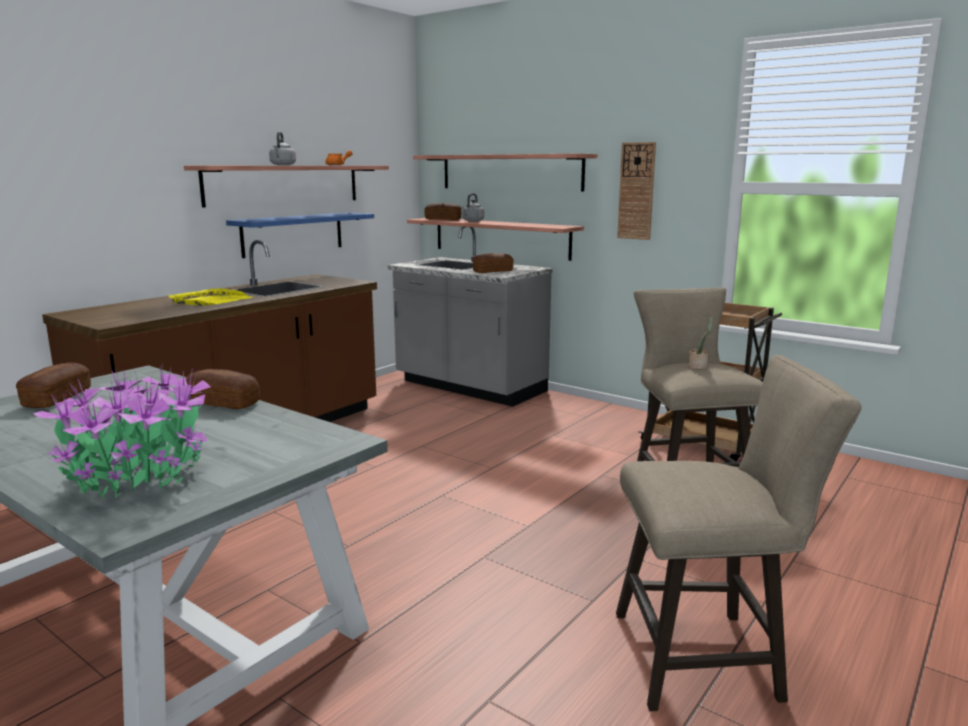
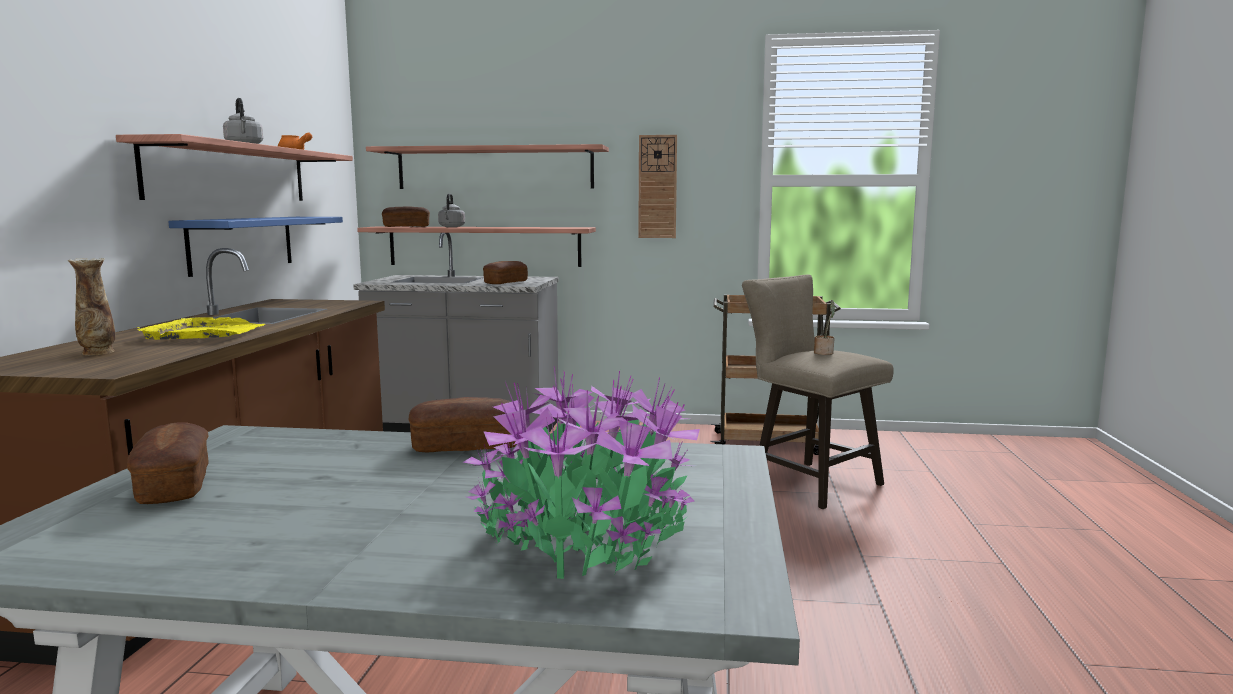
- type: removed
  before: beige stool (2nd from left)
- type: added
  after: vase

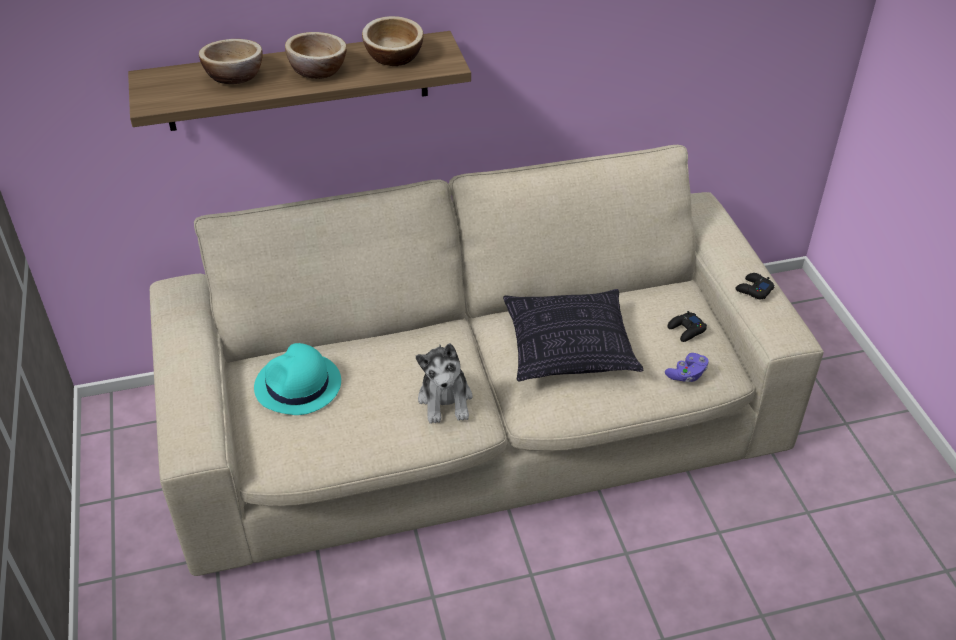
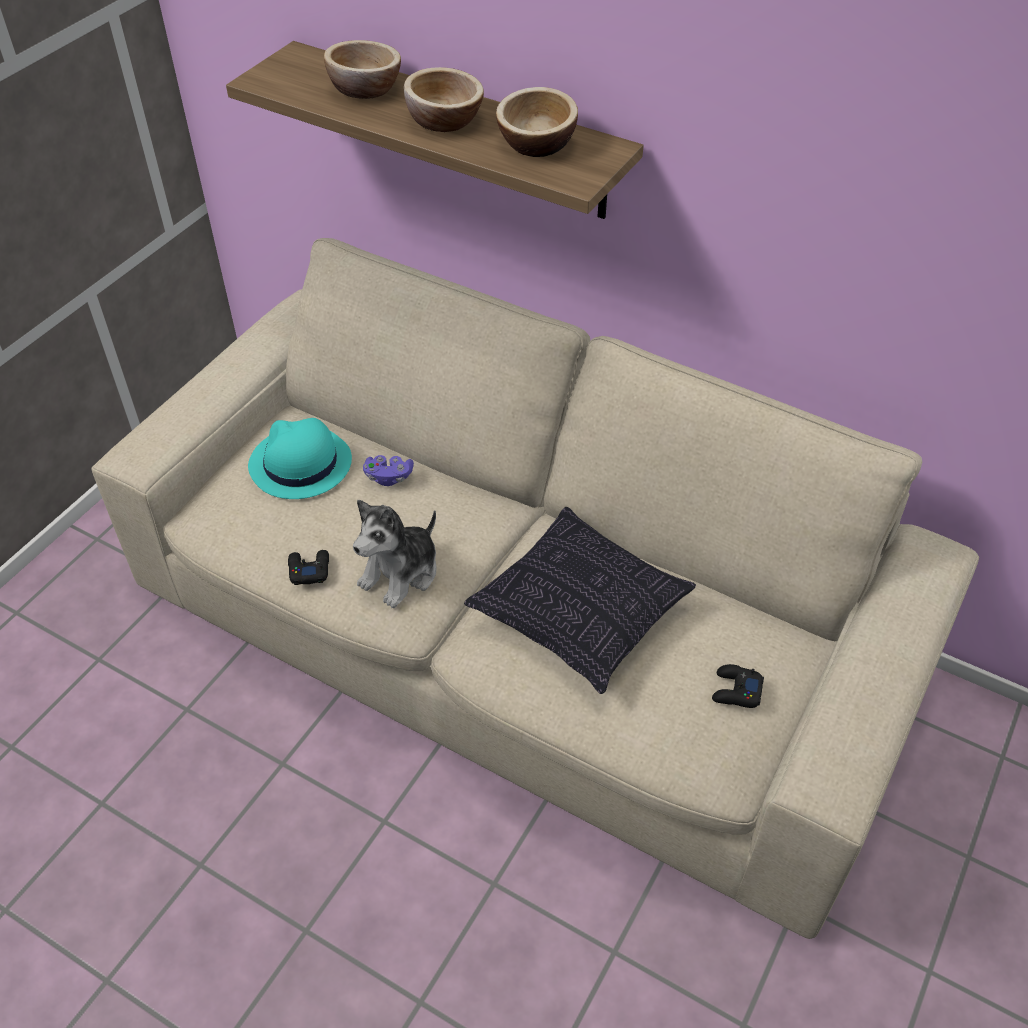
- type: moved
  before: purple game controller
- type: moved
  before: black game controller (2nd from left in the first image)
  after: black game controller (1st from left)

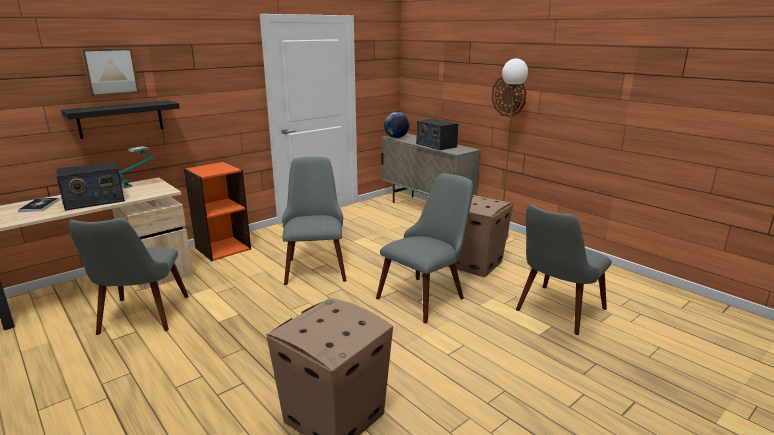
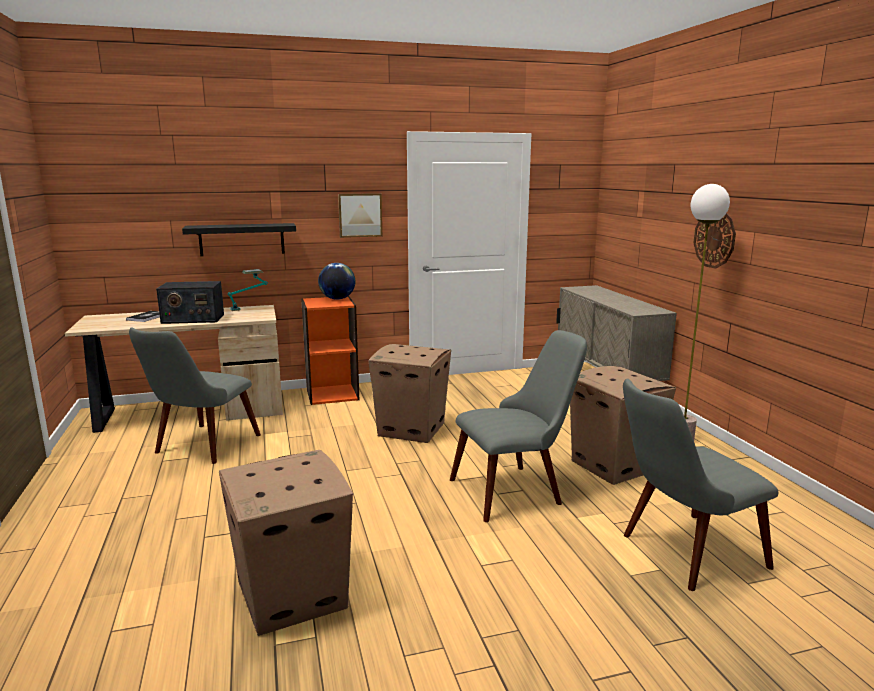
- type: removed
  before: radio (2nd from left)
- type: moved
  before: picture
- type: moved
  before: globe
- type: replaced
  before: grey chair (2nd from left)
  after: cardboard box (2nd from left)

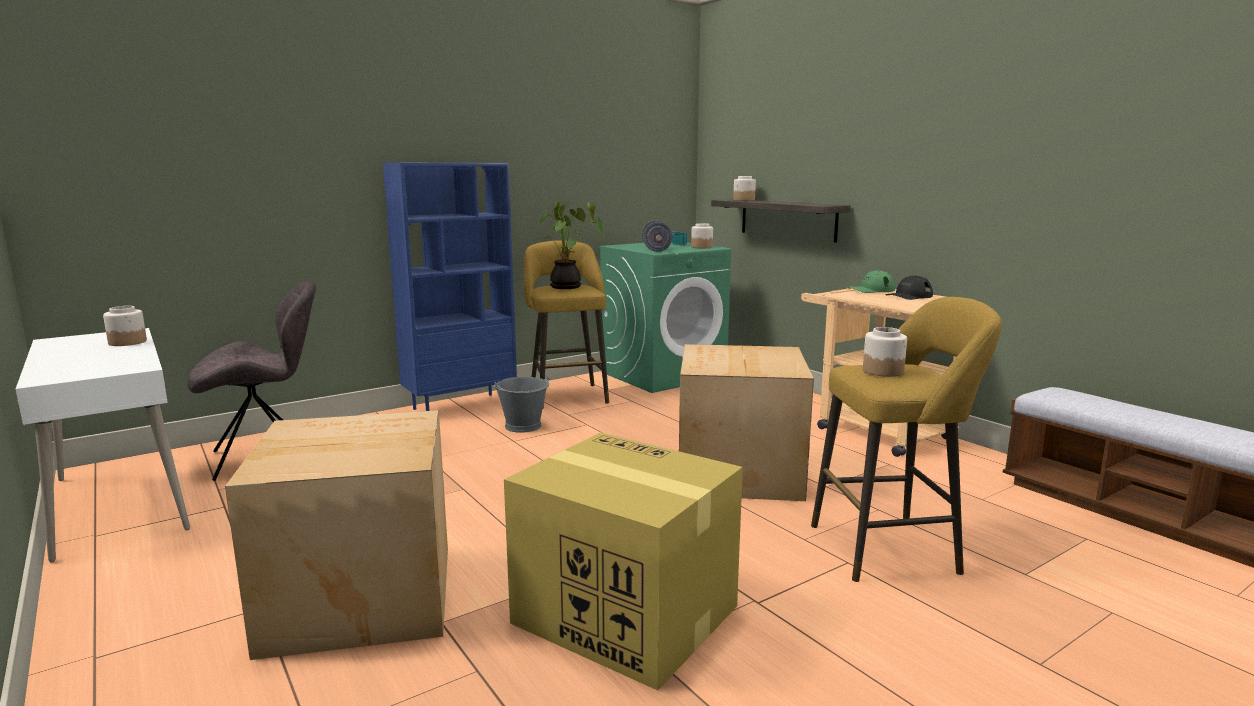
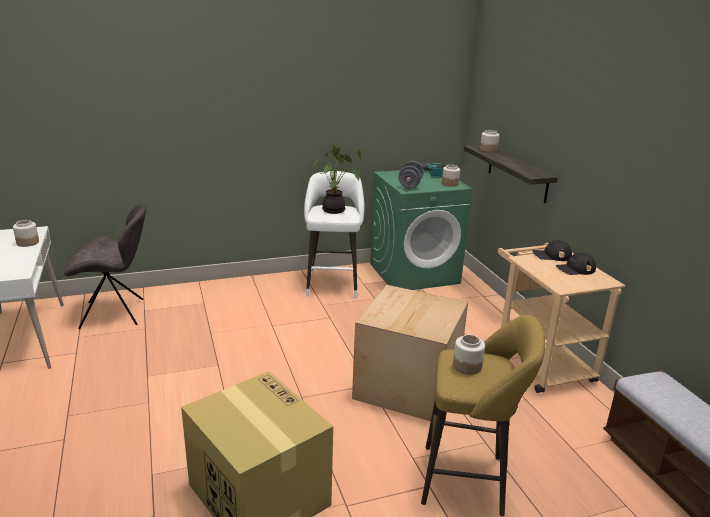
- type: removed
  before: cardboard box (1st from left)
- type: removed
  before: blue bookcase
- type: removed
  before: grey bucket
- type: recoloured
  before: yellow stool (1st from left)
  after: white stool
- type: recoloured
  before: green cap
  after: black cap (1st from left)

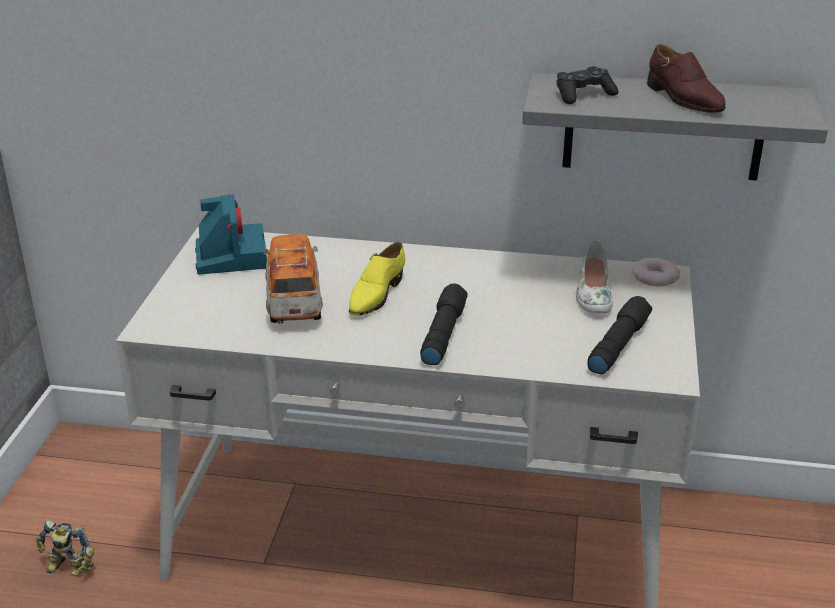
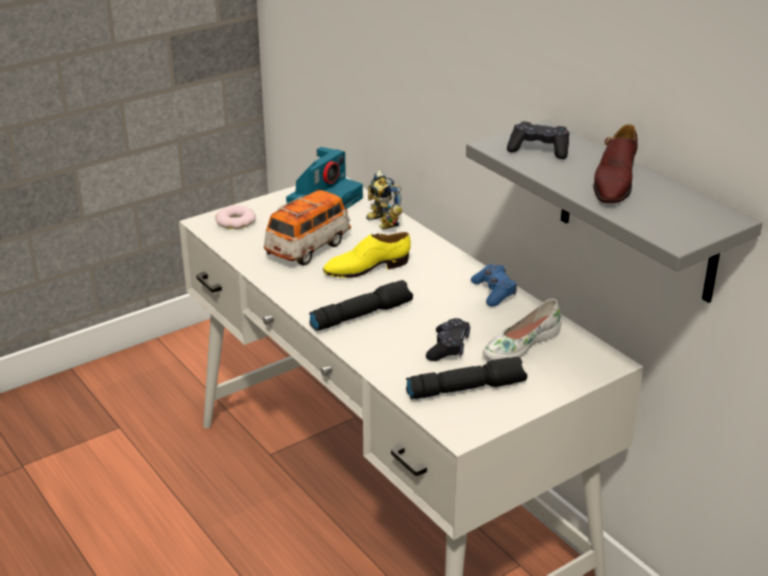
- type: added
  after: black game controller (1st from left)
- type: added
  after: blue game controller
- type: moved
  before: toy robot
- type: moved
  before: donut

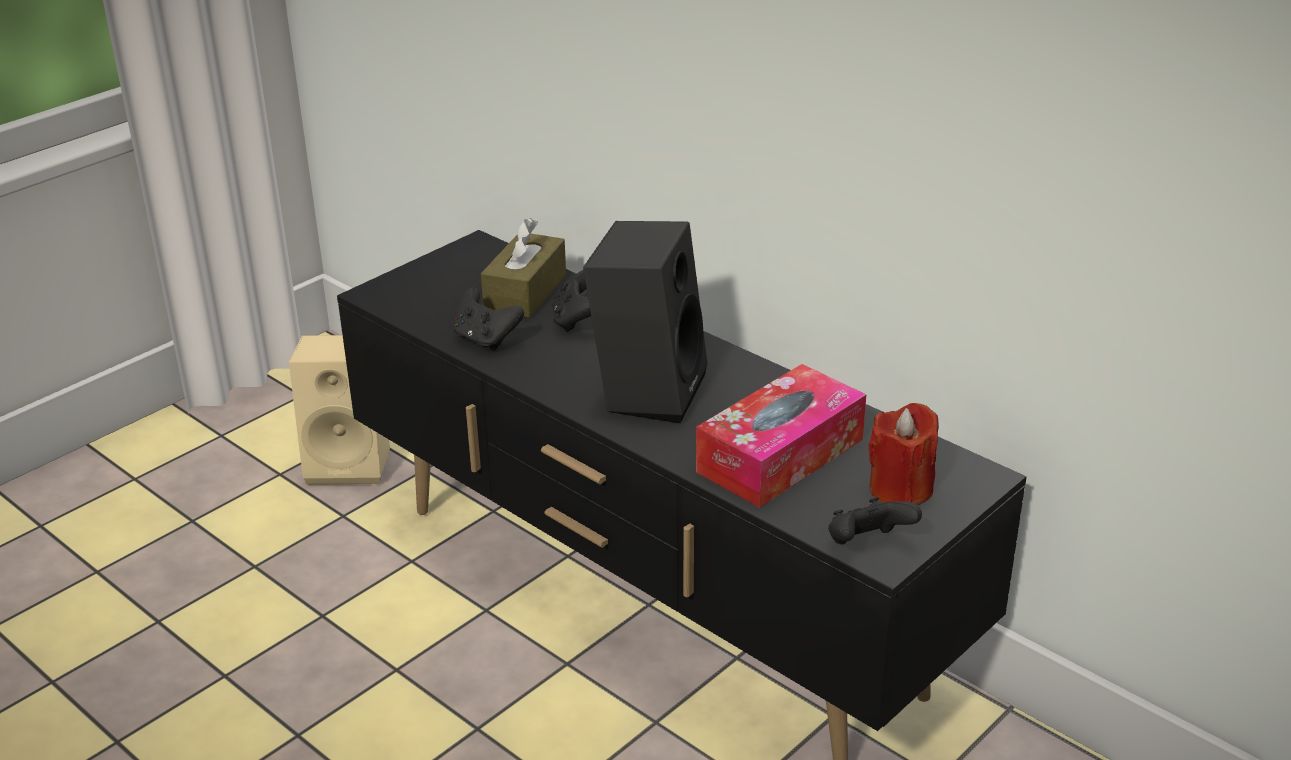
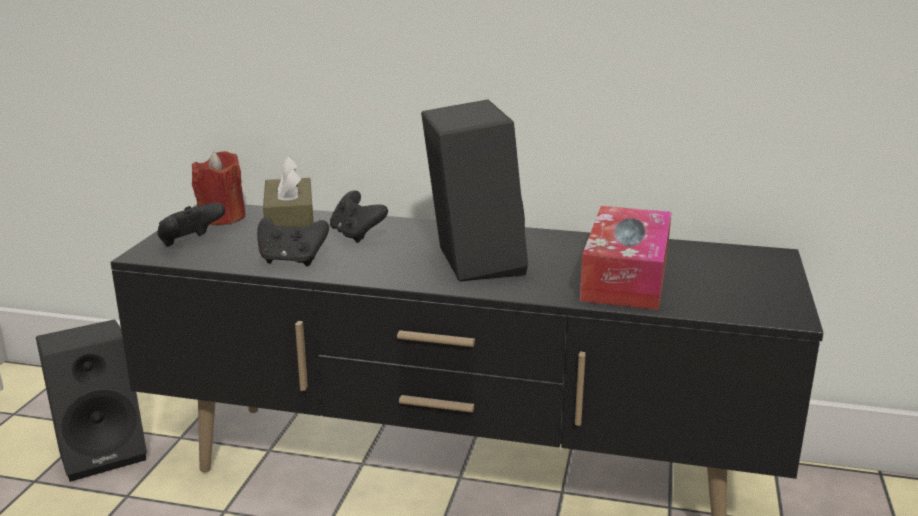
- type: moved
  before: black game controller (3rd from left in the first image)
  after: black game controller (1st from left)
- type: moved
  before: red candle
- type: recoloured
  before: beige speaker
  after: black speaker (1st from left)

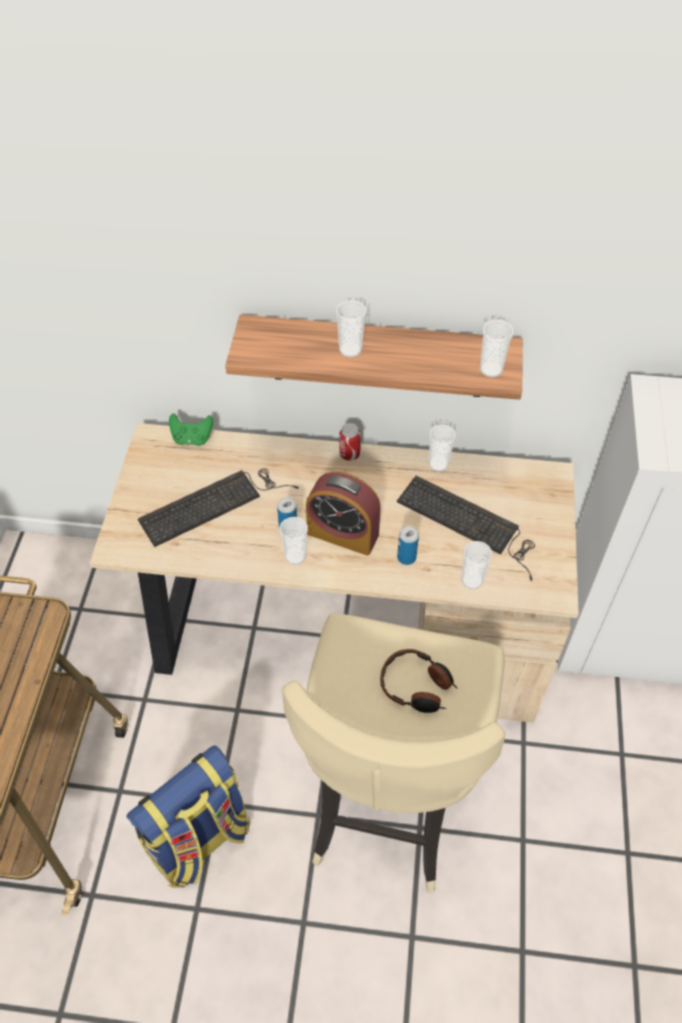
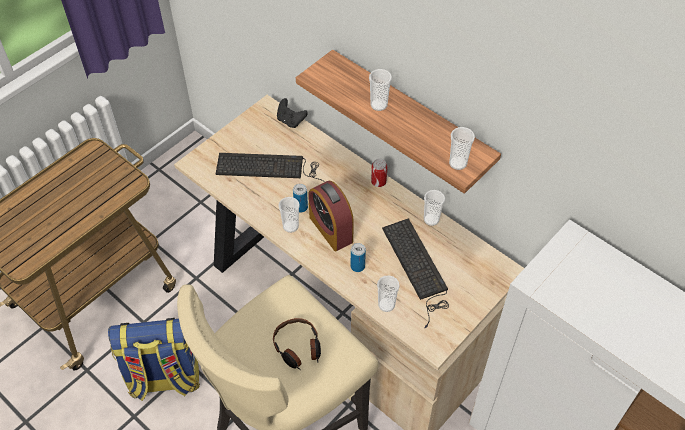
- type: recoloured
  before: green game controller
  after: black game controller

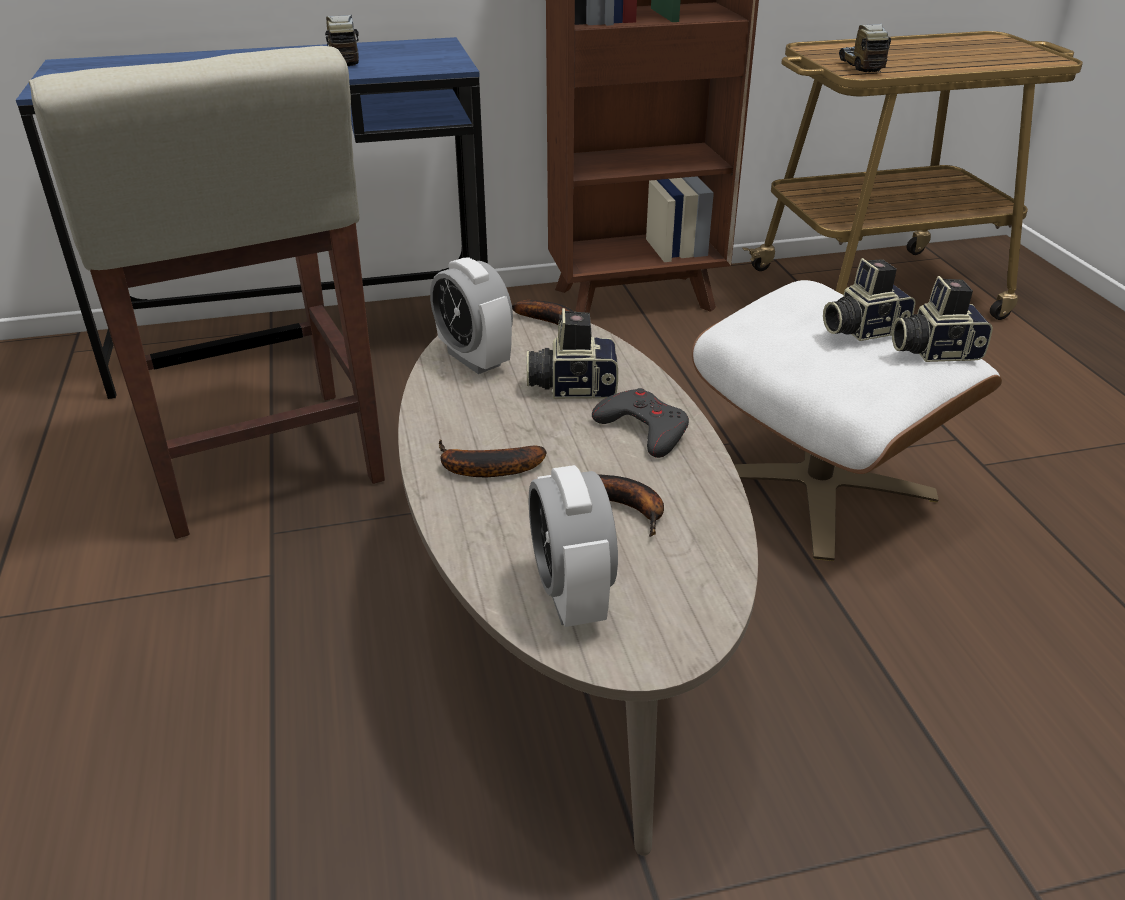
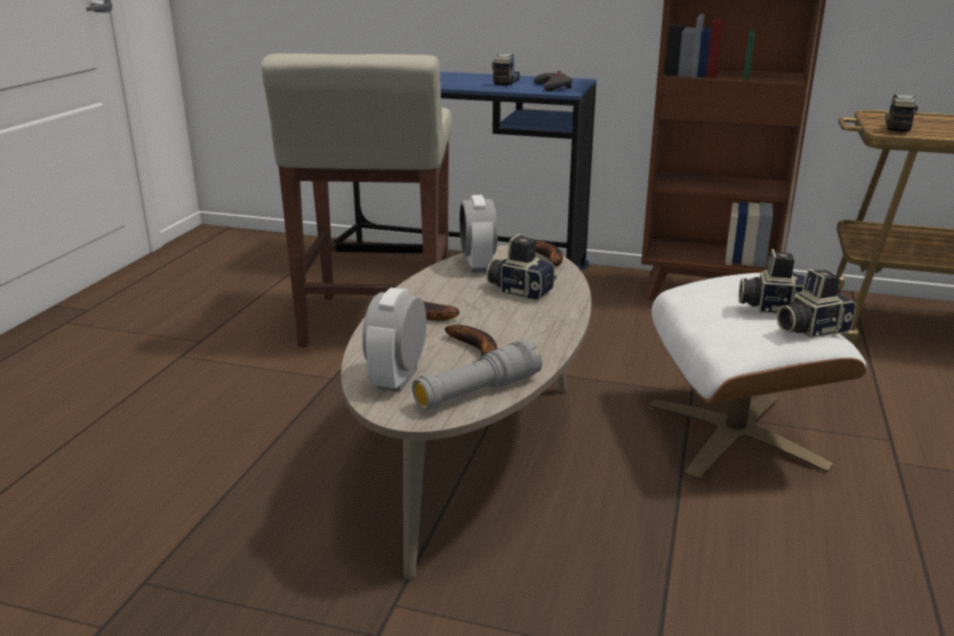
- type: added
  after: grey flashlight
- type: moved
  before: grey game controller
- type: turned
  before: photo camera (3rd from left)
  turn: -45

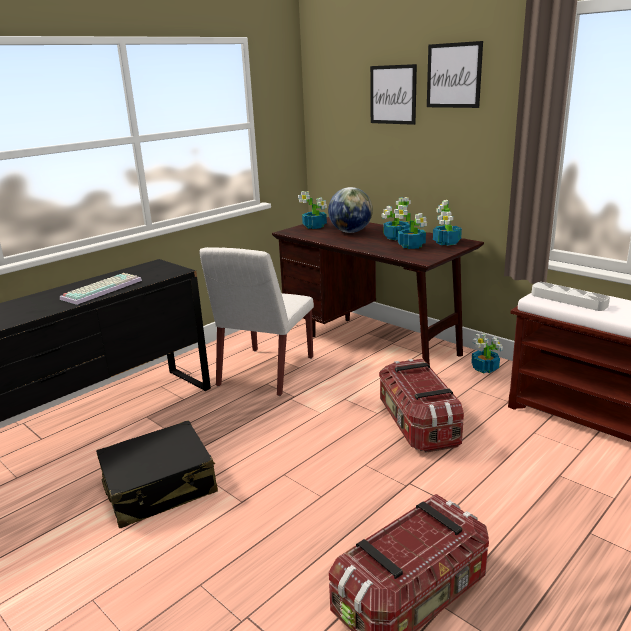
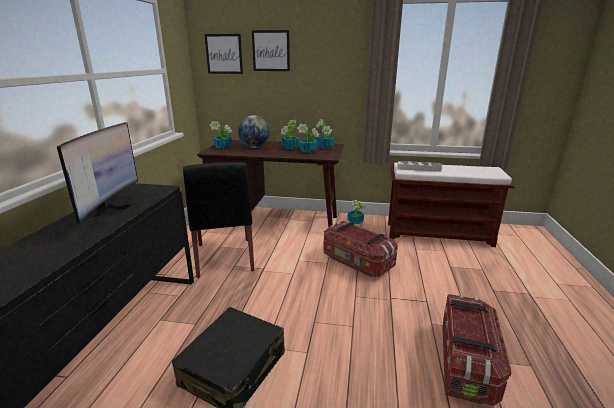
- type: moved
  before: picture (2nd from left in the first image)
  after: picture (1st from left)
- type: replaced
  before: keyboard
  after: monitor
- type: recoloured
  before: white chair
  after: black chair

